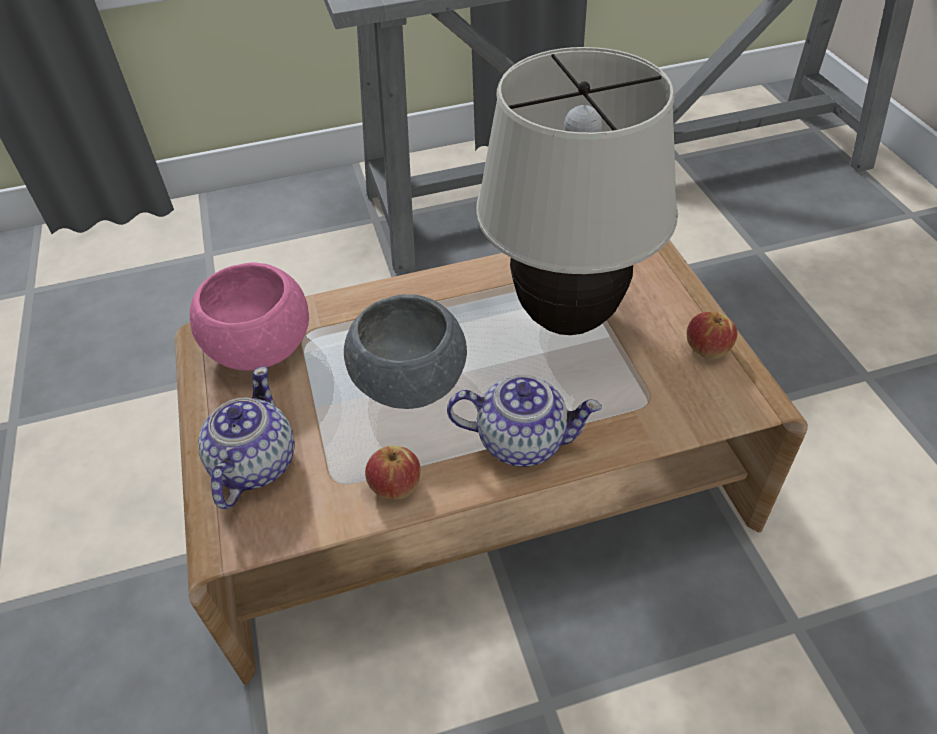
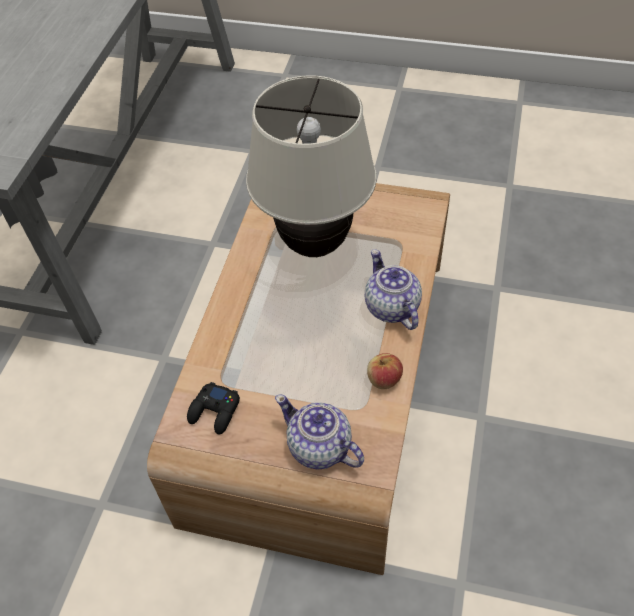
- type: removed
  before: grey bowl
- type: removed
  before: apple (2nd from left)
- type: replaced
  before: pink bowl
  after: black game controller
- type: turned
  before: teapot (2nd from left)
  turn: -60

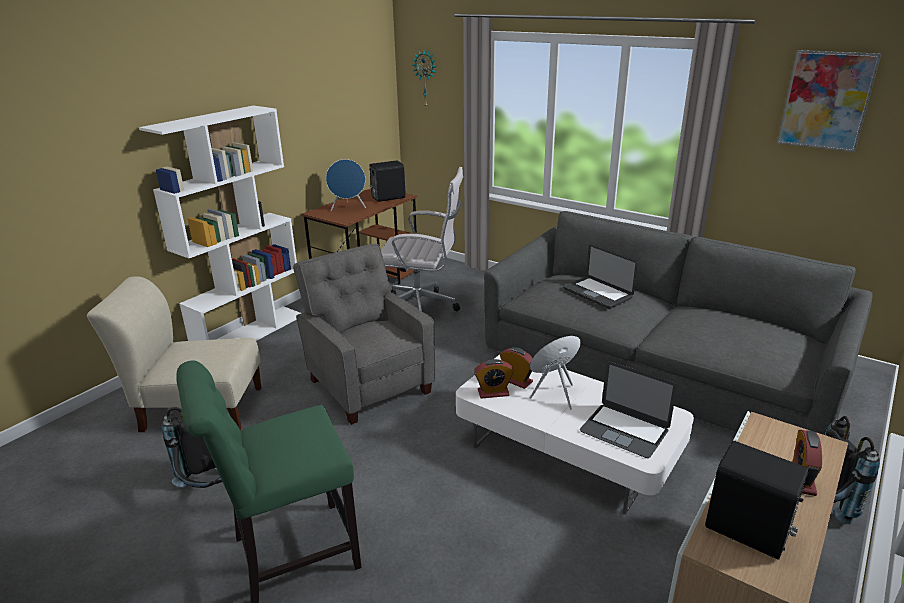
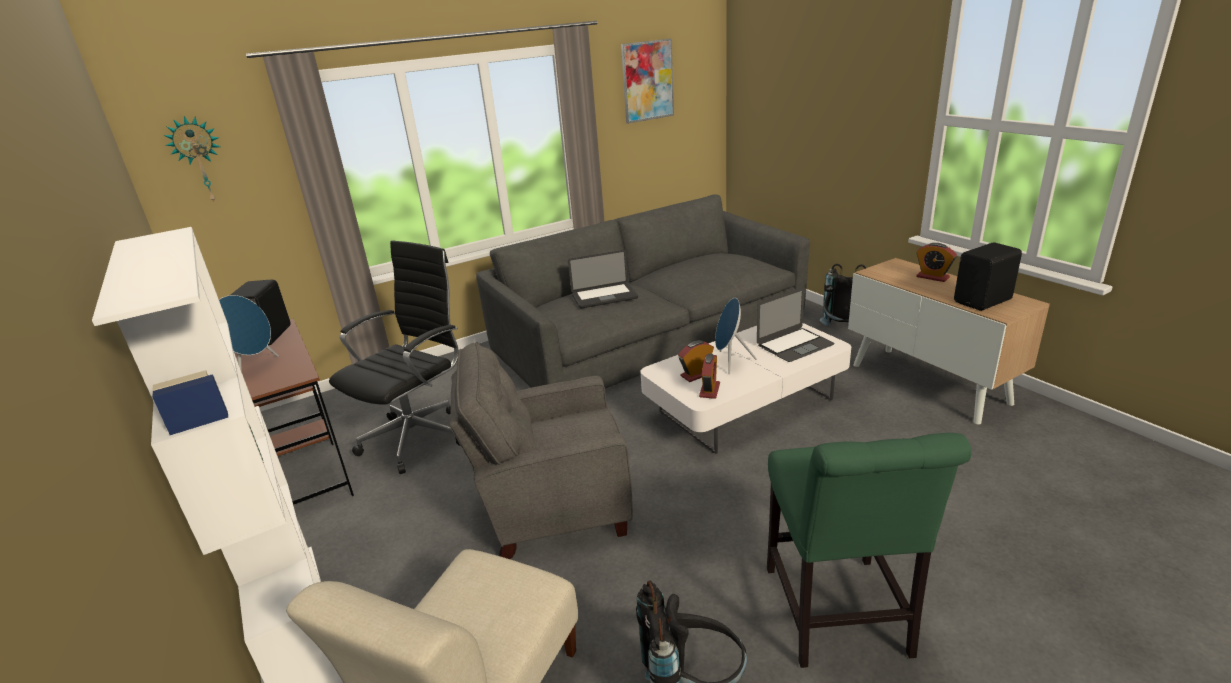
- type: recoloured
  before: white office chair
  after: black office chair

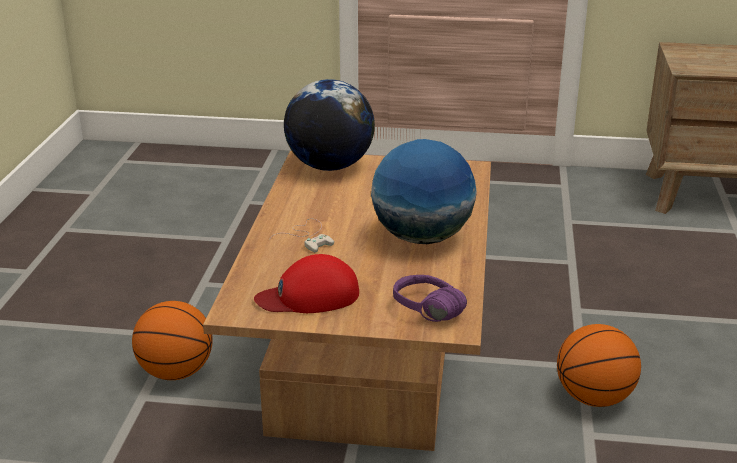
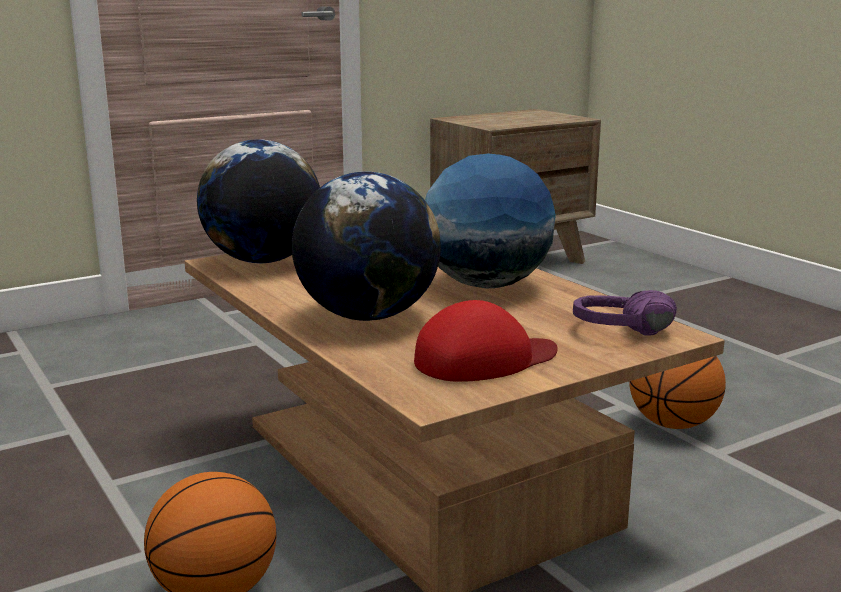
- type: replaced
  before: white game controller
  after: globe (2nd from left)
- type: turned
  before: red cap
  turn: -150

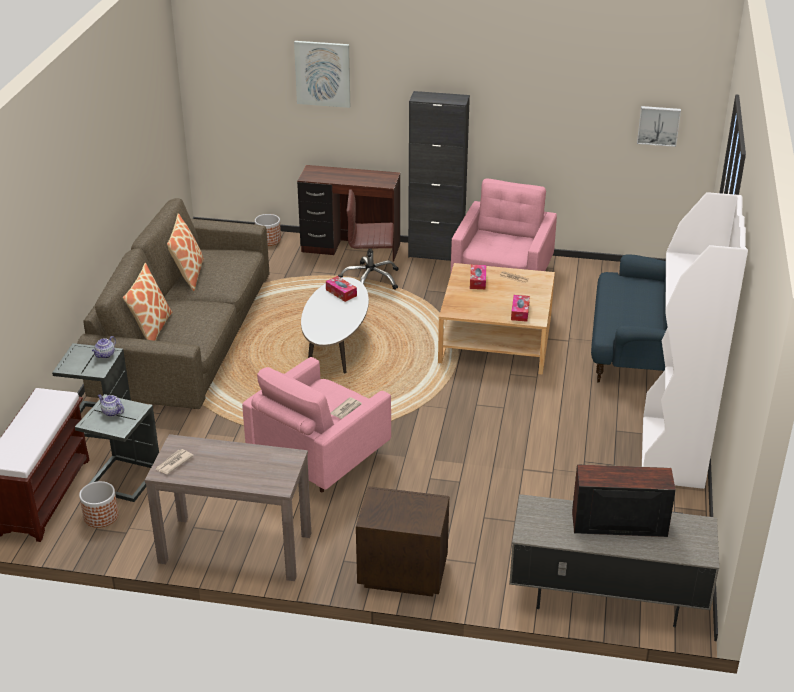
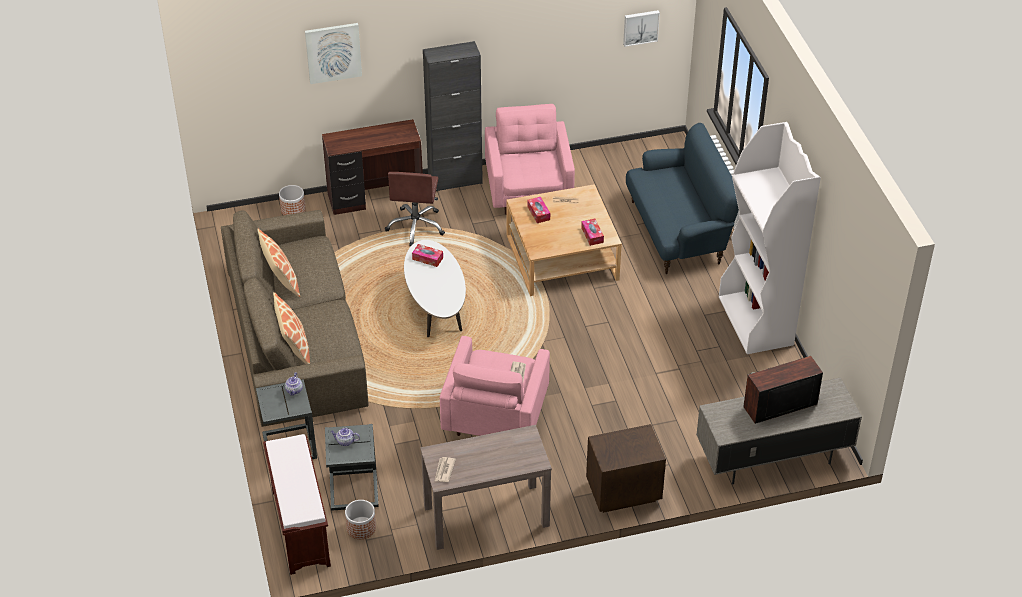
- type: turned
  before: brown office chair
  turn: -60

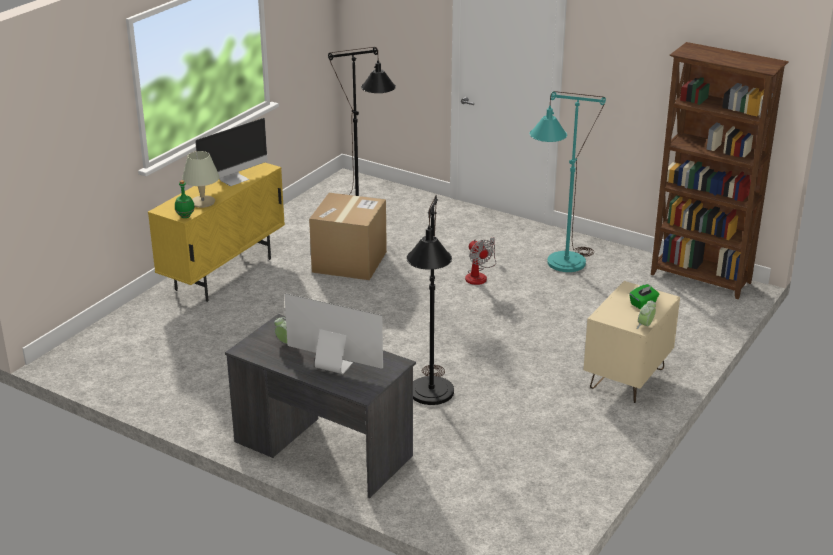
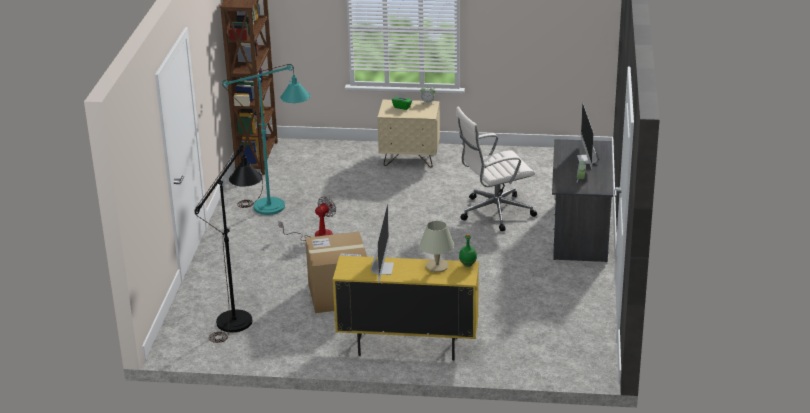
- type: replaced
  before: black floor lamp (2nd from left)
  after: white office chair
- type: turned
  before: monitor (1st from left)
  turn: 75

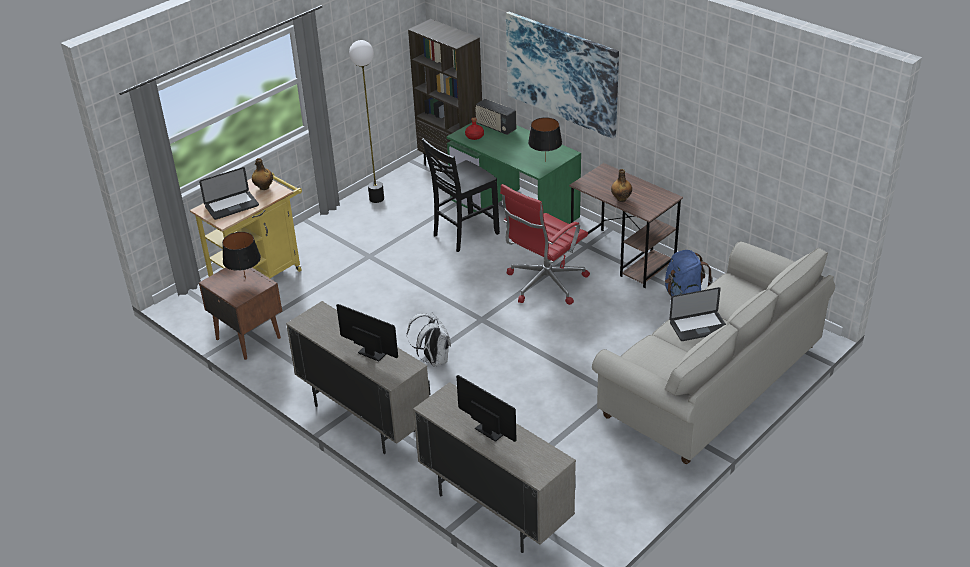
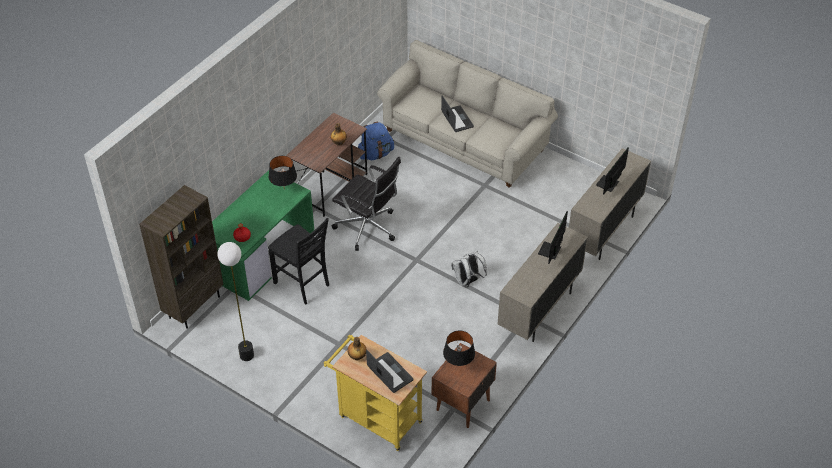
- type: removed
  before: radio
- type: removed
  before: picture
- type: recoloured
  before: red office chair
  after: black office chair

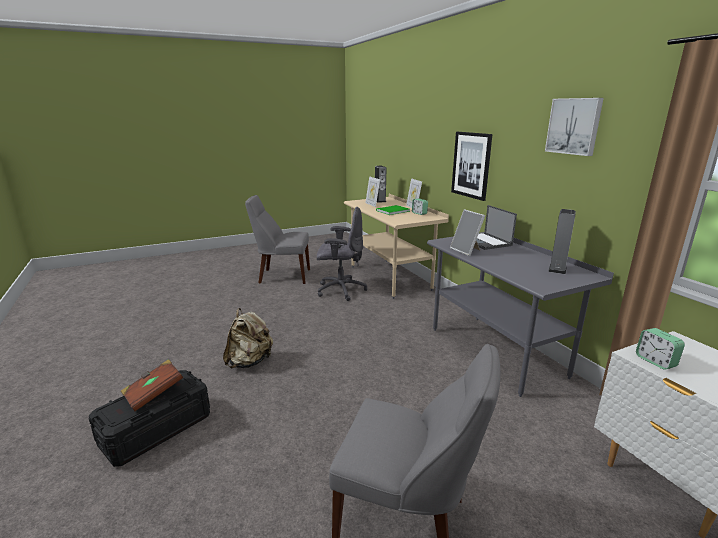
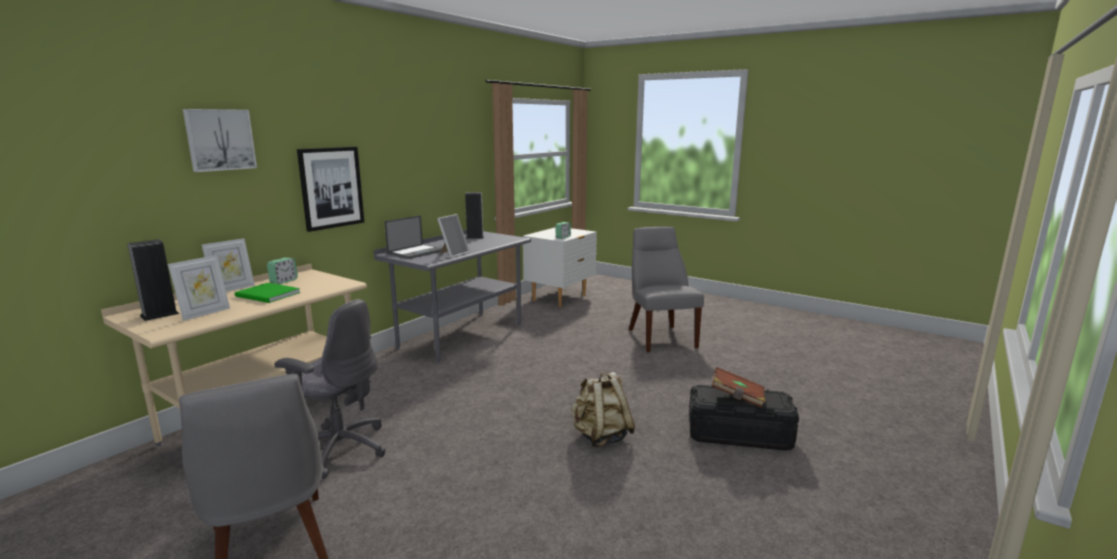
- type: moved
  before: picture (2nd from left in the first image)
  after: picture (1st from left)
- type: turned
  before: grey office chair
  turn: 135

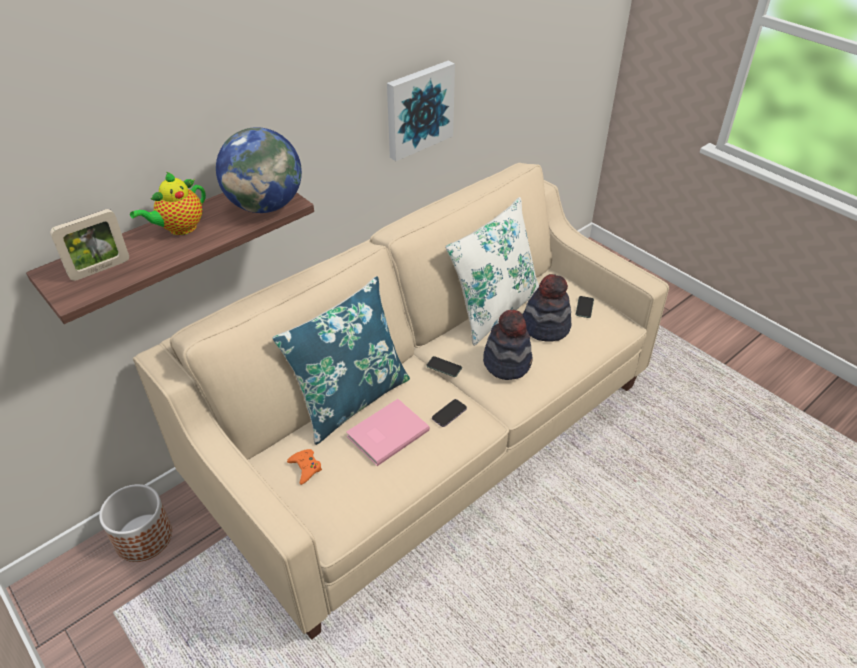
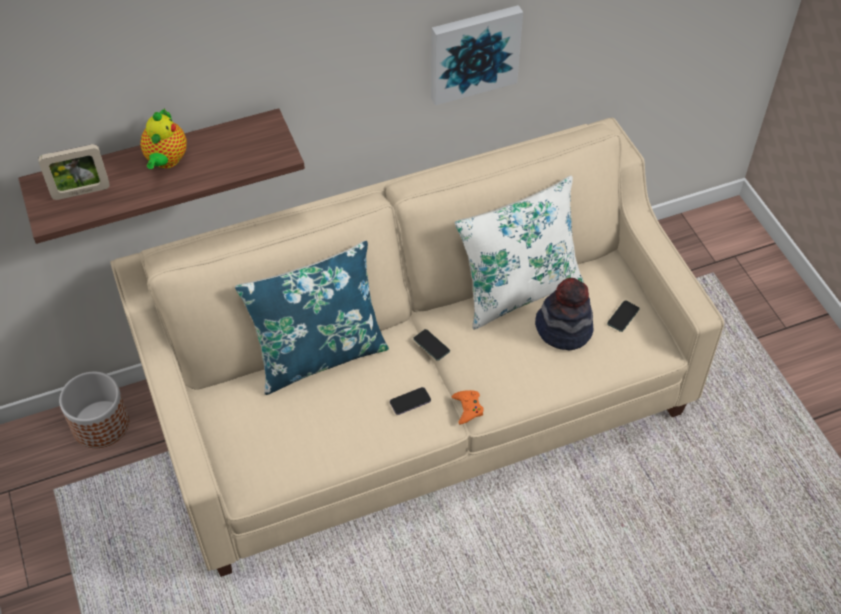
- type: removed
  before: globe
- type: removed
  before: pink book
- type: removed
  before: hat (1st from left)
- type: moved
  before: orange game controller
- type: turned
  before: teapot
  turn: -60

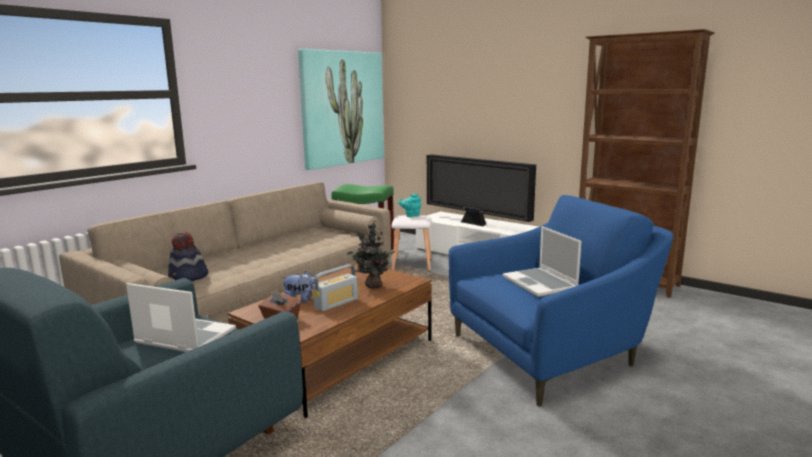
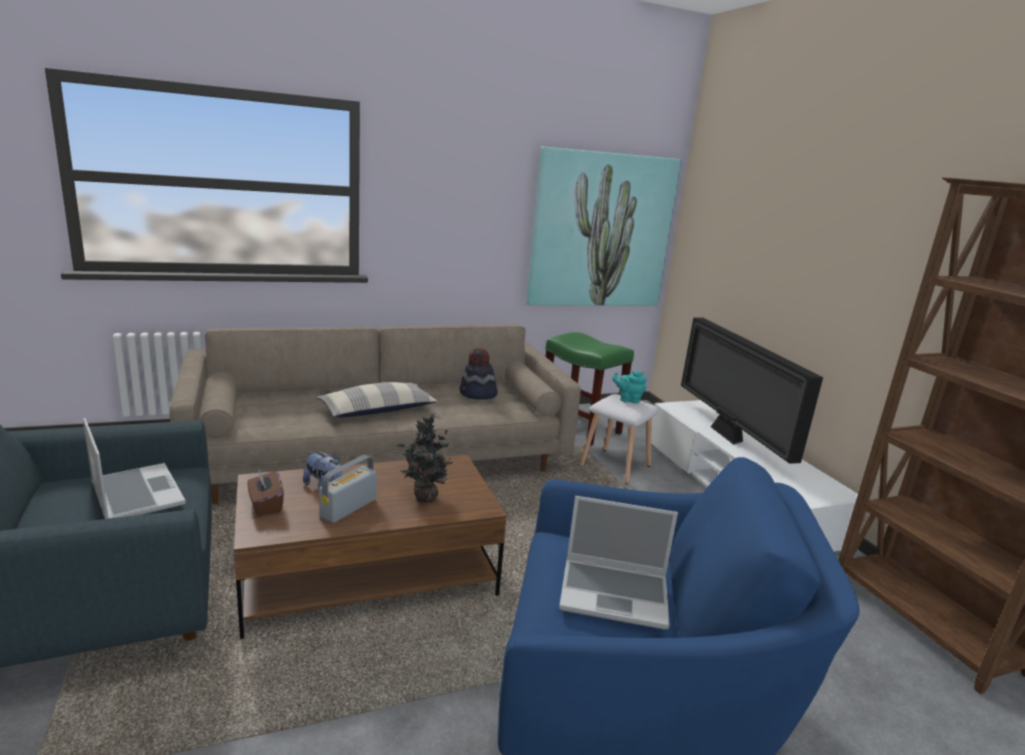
- type: added
  after: pillow
- type: moved
  before: hat
- type: turned
  before: radio
  turn: 135
- type: turned
  before: laptop (2nd from left)
  turn: -90

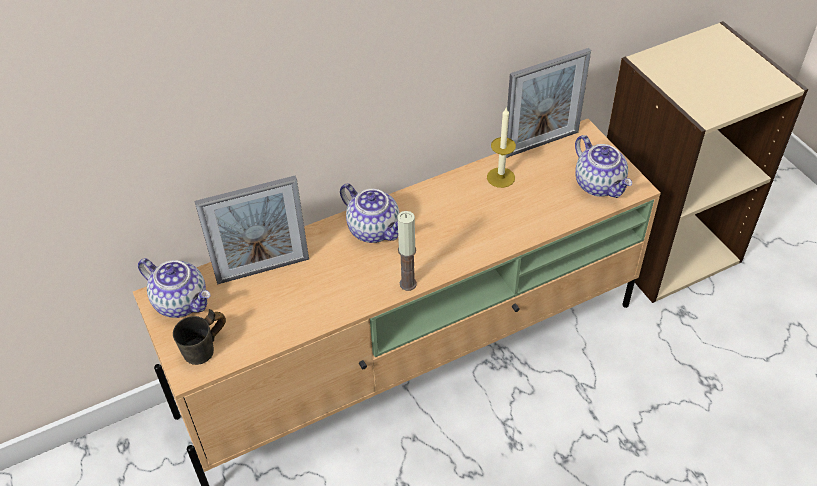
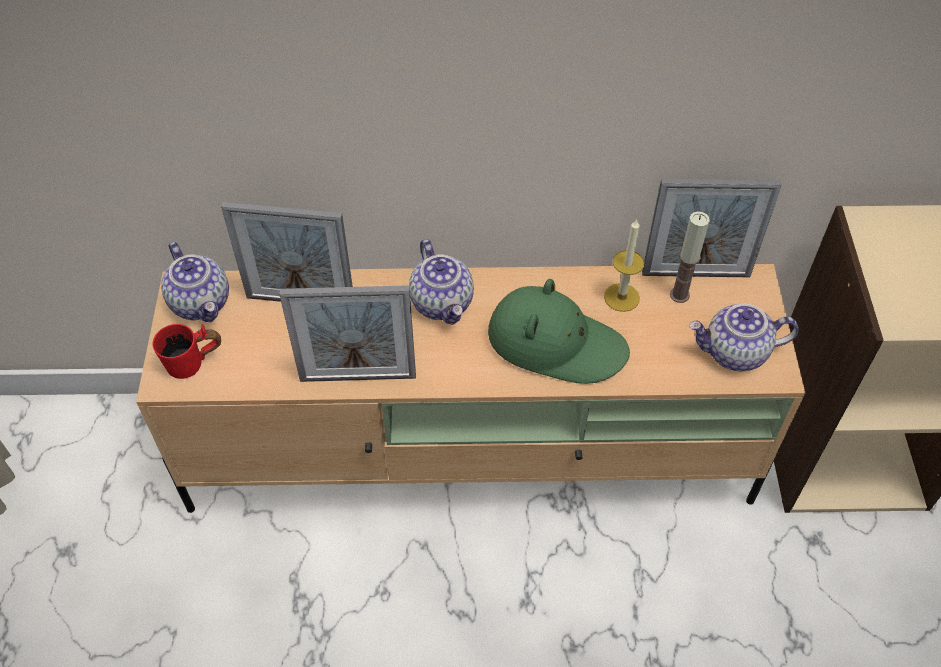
- type: added
  after: picture frame (2nd from left)
- type: added
  after: green hat
- type: moved
  before: candle (1st from left in the first image)
  after: candle (2nd from left)
- type: recoloured
  before: grey mug
  after: red mug
- type: turned
  before: teapot (3rd from left)
  turn: 90

